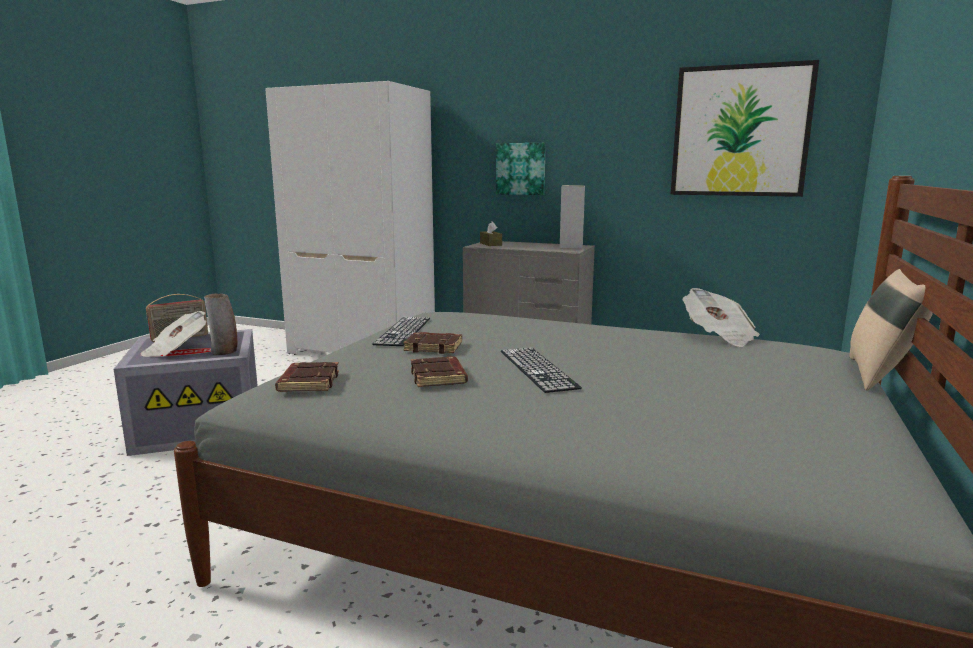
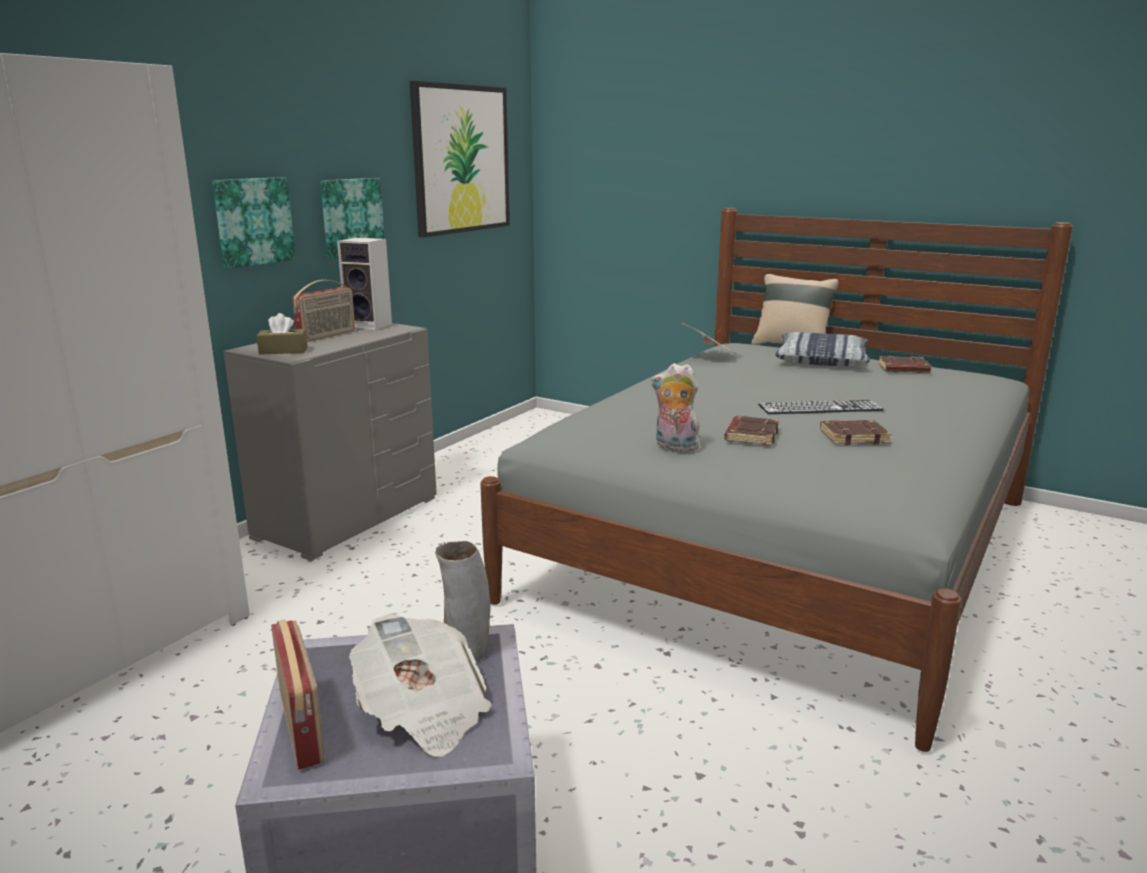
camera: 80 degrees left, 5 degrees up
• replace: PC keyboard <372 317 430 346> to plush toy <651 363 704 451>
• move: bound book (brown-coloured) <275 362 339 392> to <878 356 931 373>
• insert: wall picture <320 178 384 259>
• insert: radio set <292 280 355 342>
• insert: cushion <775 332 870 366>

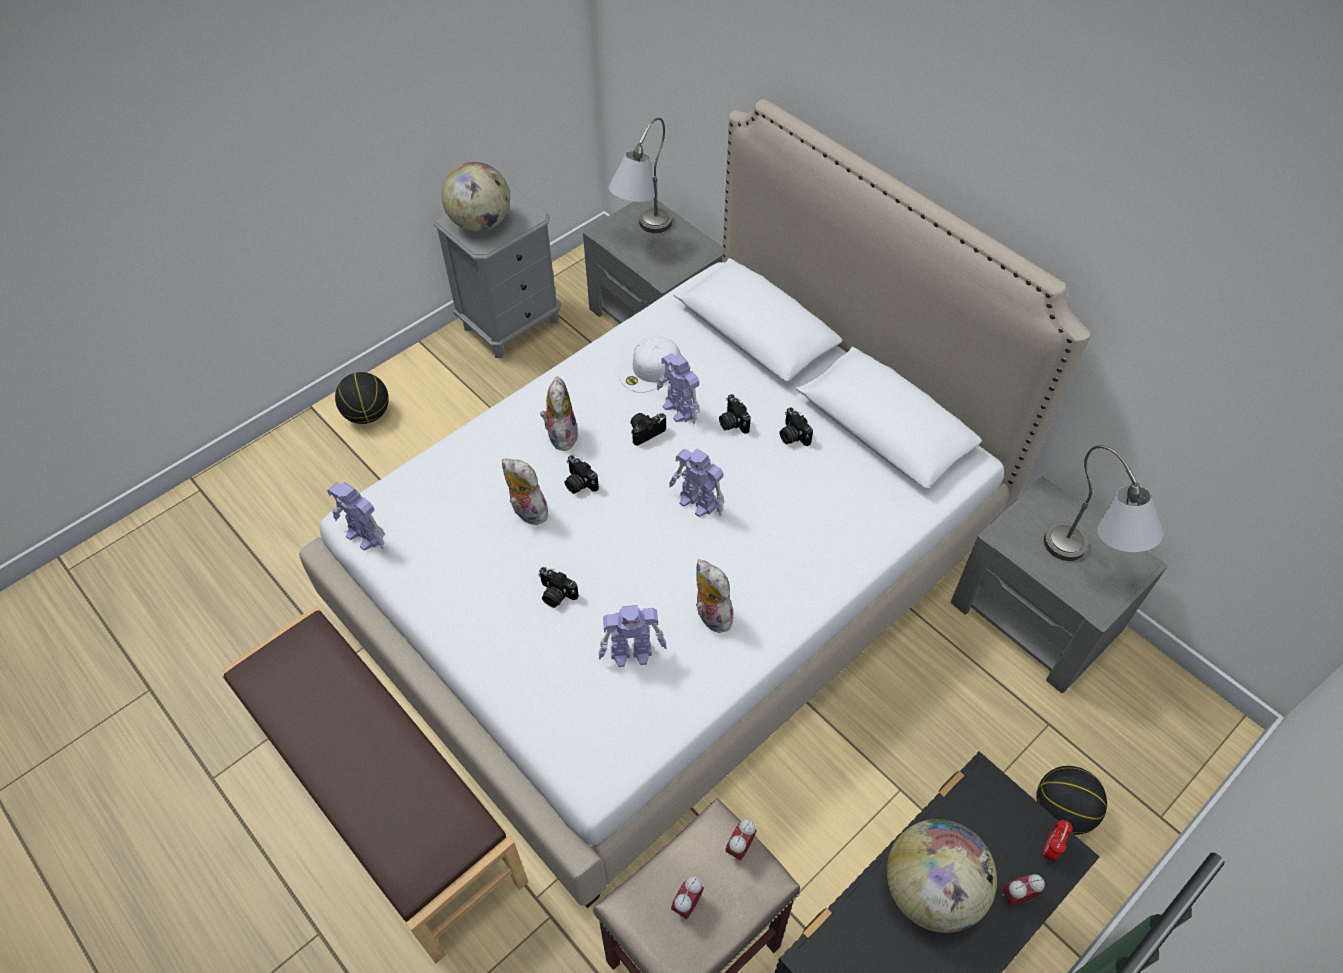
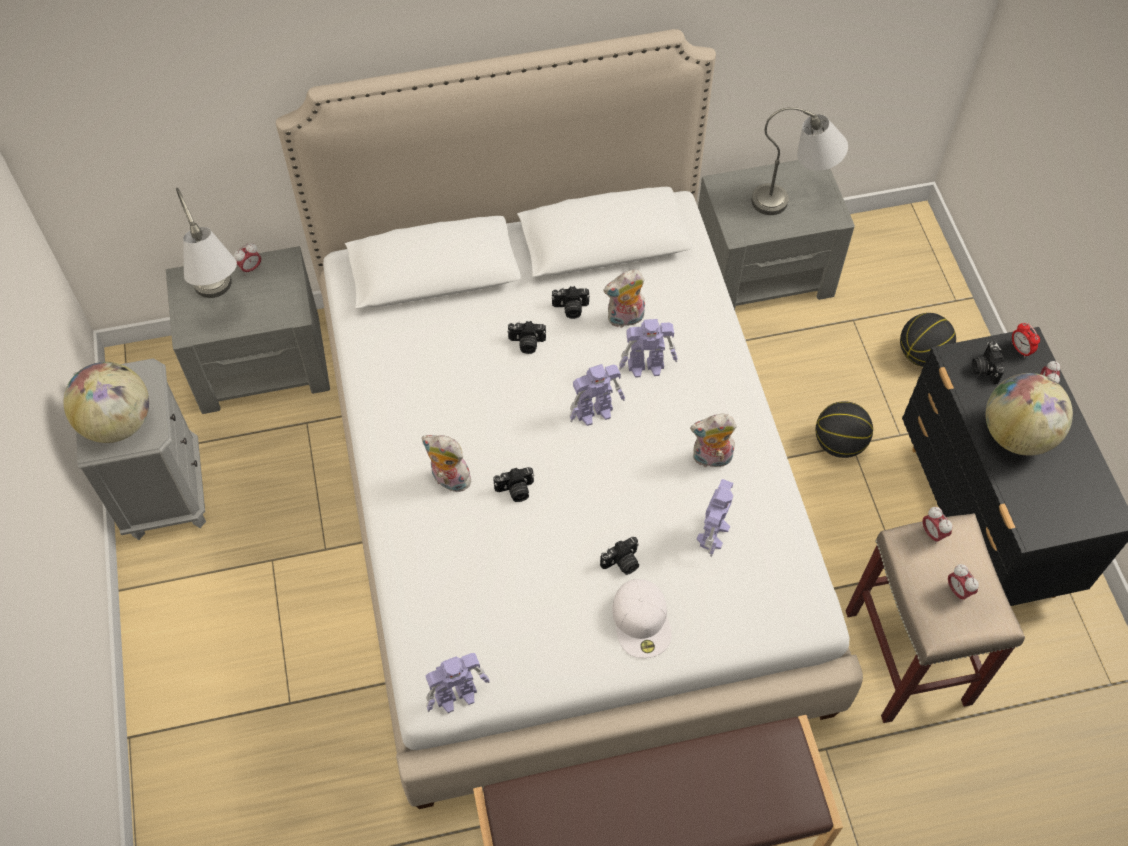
camera: 60 degrees left, 5 degrees up
• move: cap (white-coloured) <618 336 681 393> to <612 579 672 658>
• move: robot figure <657 354 700 424> to <619 319 677 378>
• move: basketball <335 372 389 424> to <815 401 873 458>
• move: photo camera <631 413 666 445> to <972 341 1005 384>
• move: plush toy <502 459 548 525> to <603 270 645 328>
• insert: alarm clock <234 243 261 276>

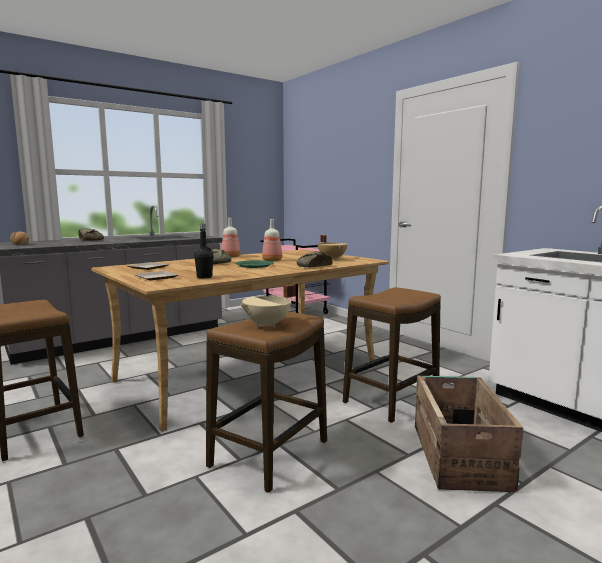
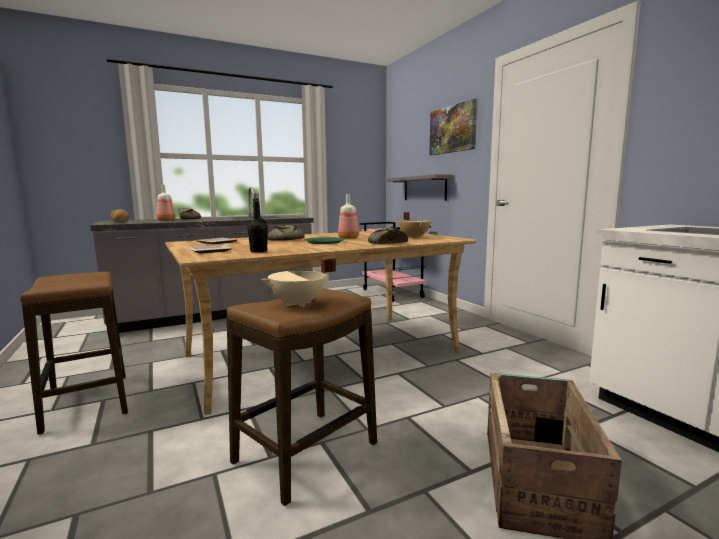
camera: 10 degrees right, 0 degrees up
• move: beverage bottle <221 218 241 257> to <156 185 175 221>
• delete: stool seat <343 287 441 423>
• insert: wall picture <429 99 477 155>
• insert: wall shelf (grey) <386 174 453 201>

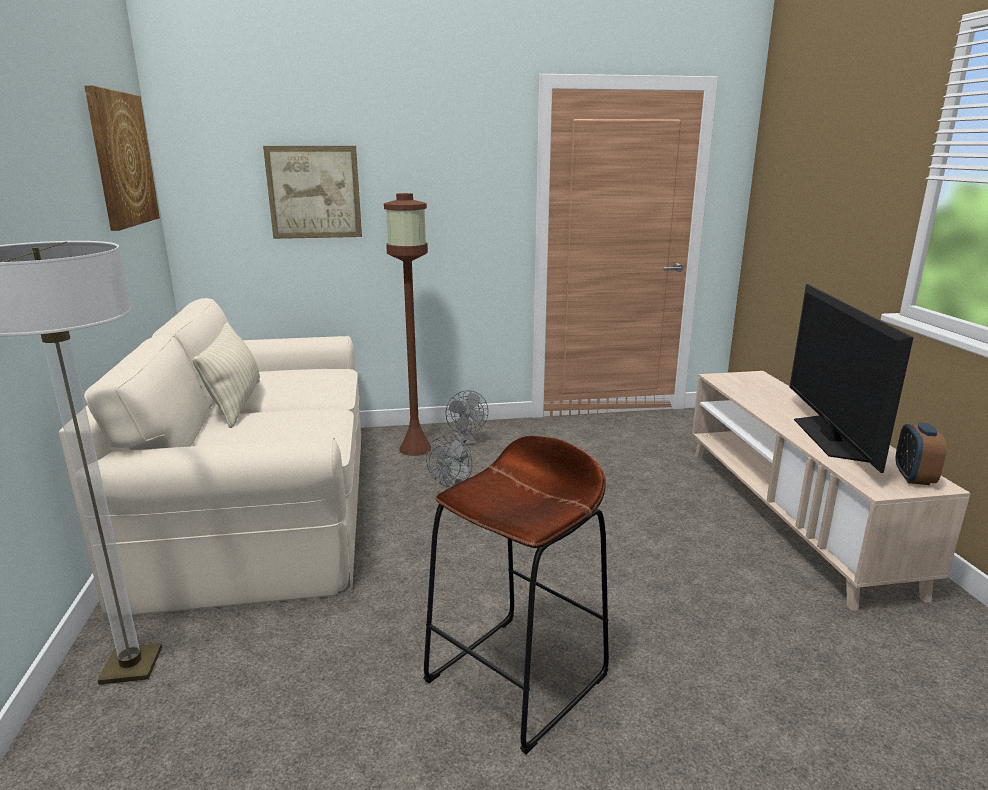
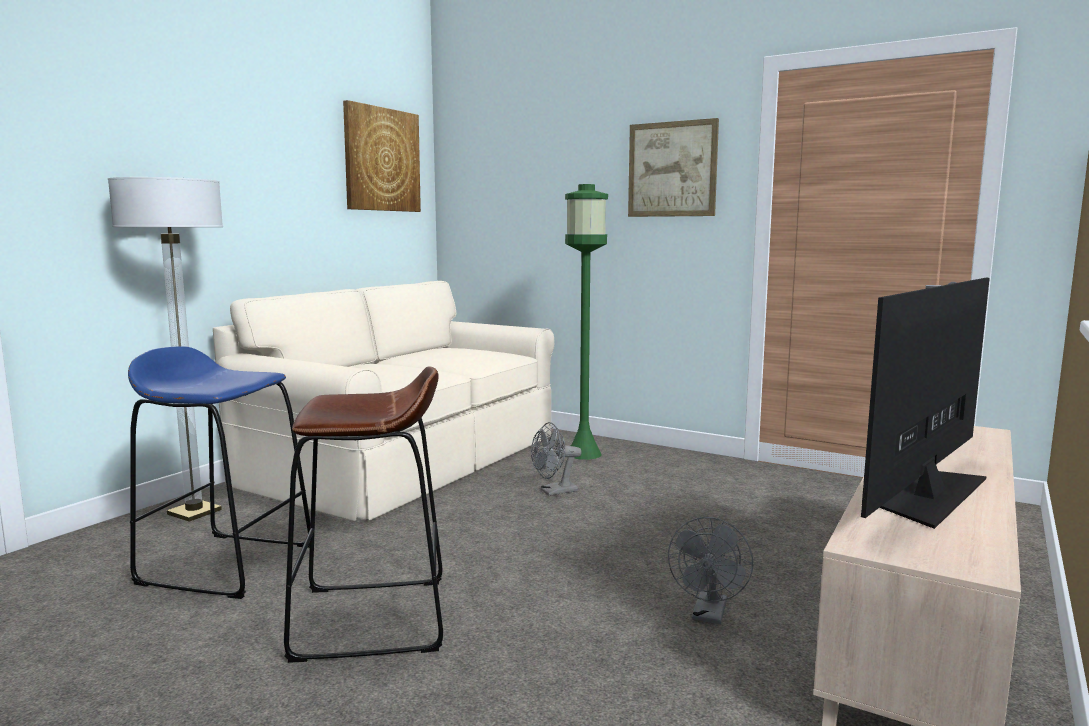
camera: 40 degrees right, 10 degrees down
• move: wall picture <263 146 362 239> to <628 118 719 217>
• recolor: standing lamp (brown-coloured) <384 193 432 456> to standing lamp (green-coloured) <565 184 608 460>
• delete: cushion (sand-coloured) <192 322 260 428>
• move: cooling fan (grey) <446 390 488 446> to <668 517 753 624>
• delete: alarm clock <896 423 947 485>
• insert: stool seat (blue) <128 346 310 599>

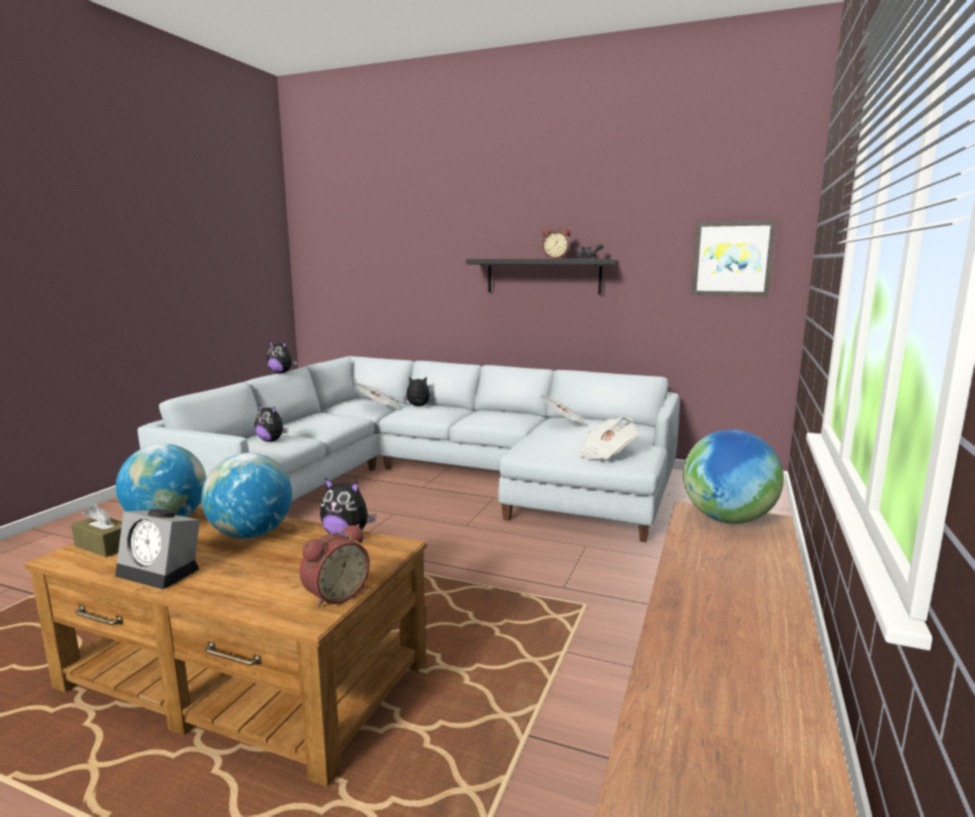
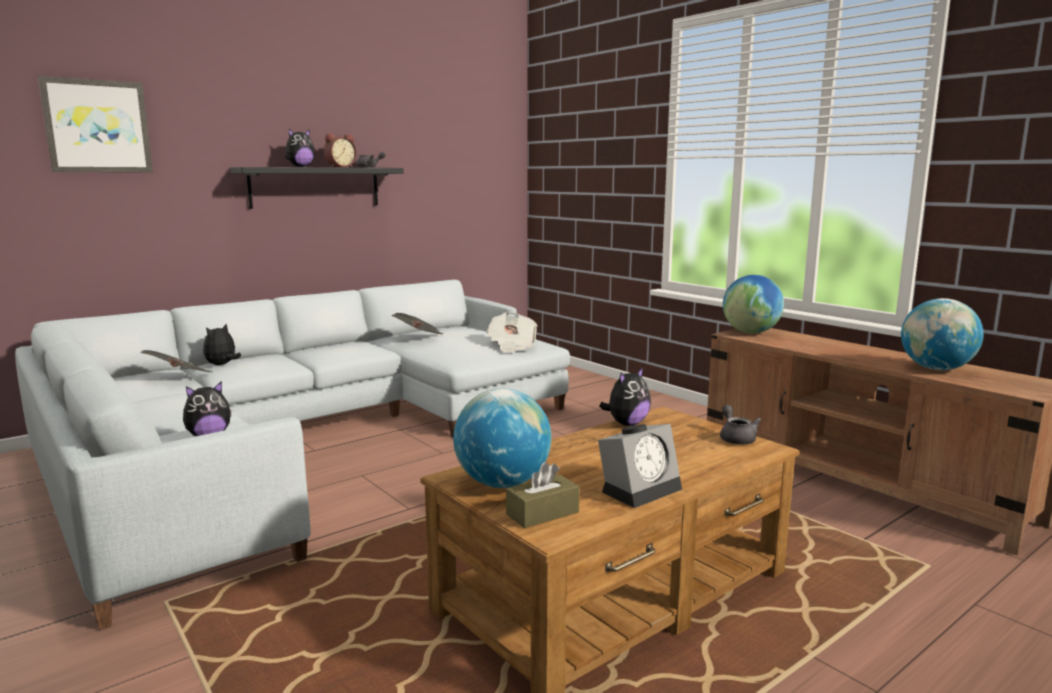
camera: 60 degrees left, 0 degrees up
• move: wall picture <692 220 776 296> to <38 76 153 172>
• move: plush toy <267 341 297 373> to <285 129 315 167>
• move: desk globe <201 453 292 539> to <901 298 984 370>
• replace: alarm clock <300 524 370 608> to tea pot (grey) <720 405 761 445>

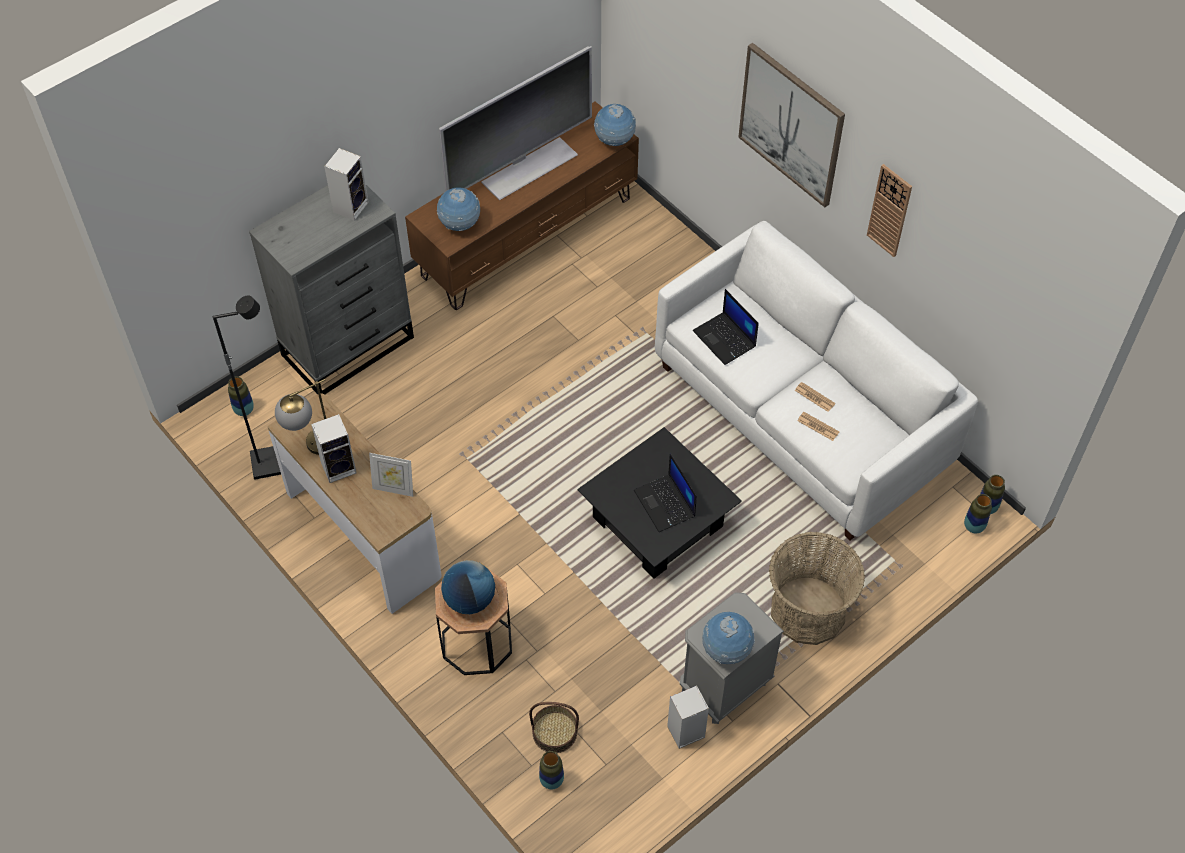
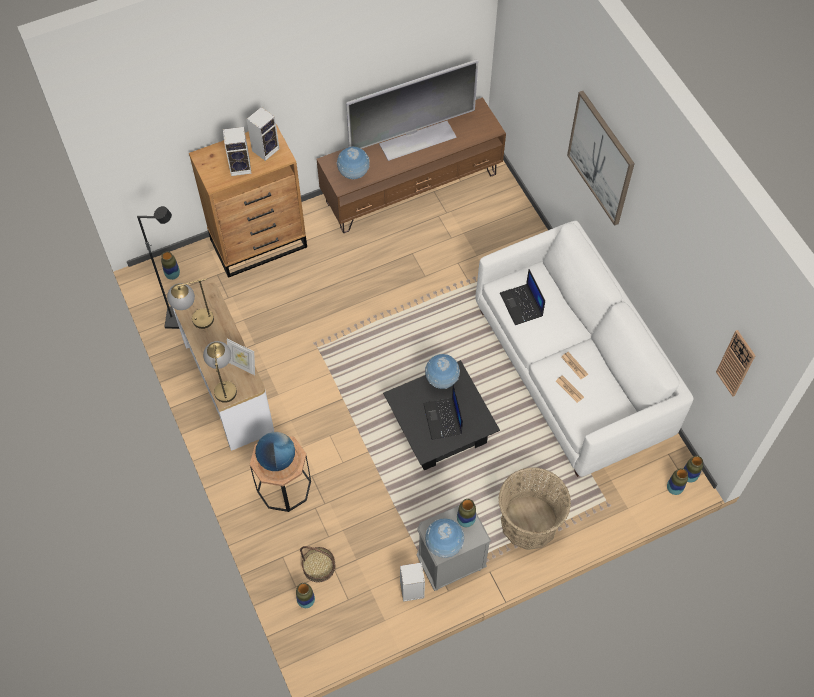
camera: 15 degrees right, 5 degrees up
• move: desk globe <594 104 636 146> to <425 354 460 389>
• move: wall clock <867 164 912 257> to <716 330 756 397>
• recolor: chest of drawers (grey) <249 185 414 394> to chest of drawers (brown-coloured) <189 124 307 278>
• move: speaker <311 414 357 483> to <223 127 252 176>
• insert: tabletop lamp <203 341 237 403>
• insert: decorative vase <457 499 476 527>

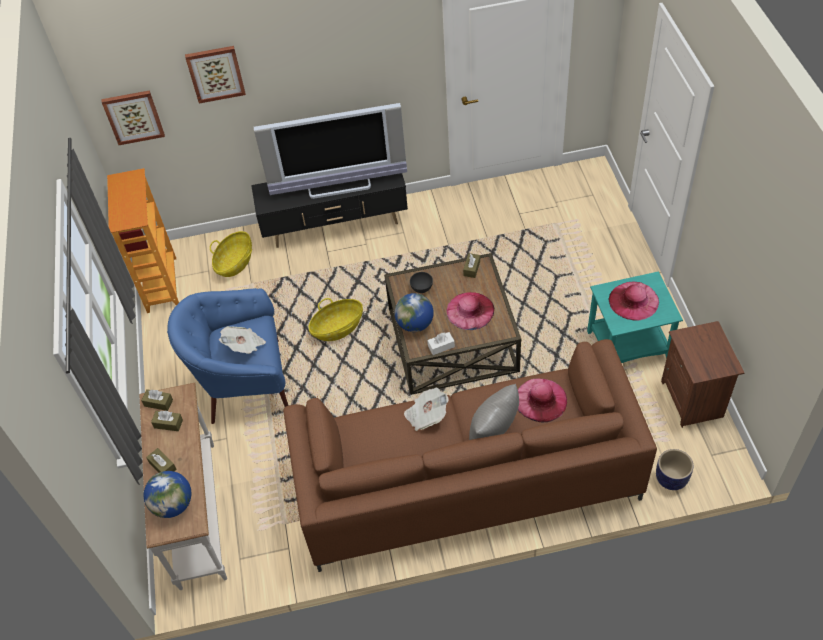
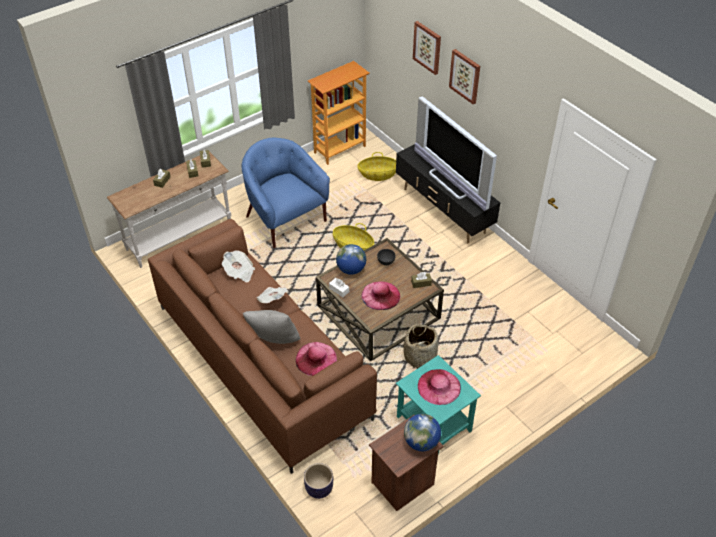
camera: 60 degrees right, 5 degrees down
• move: wall picture <102 90 165 145> to <449 49 480 104>
• move: daily paper <219 326 266 354> to <222 250 255 282>
• move: desk globe <144 471 191 518> to <404 414 441 451>
• insert: household basket <403 324 438 369>

